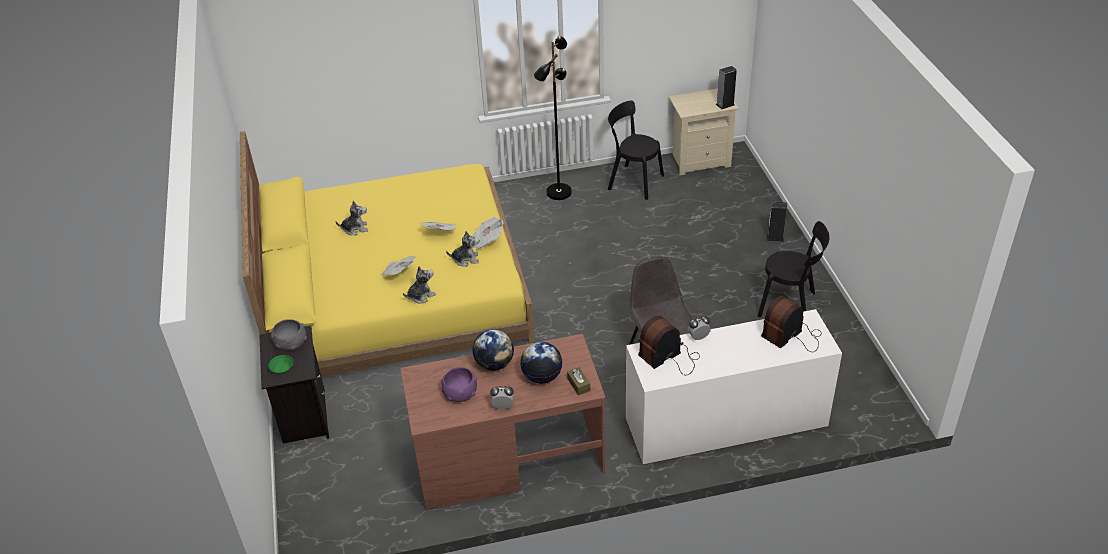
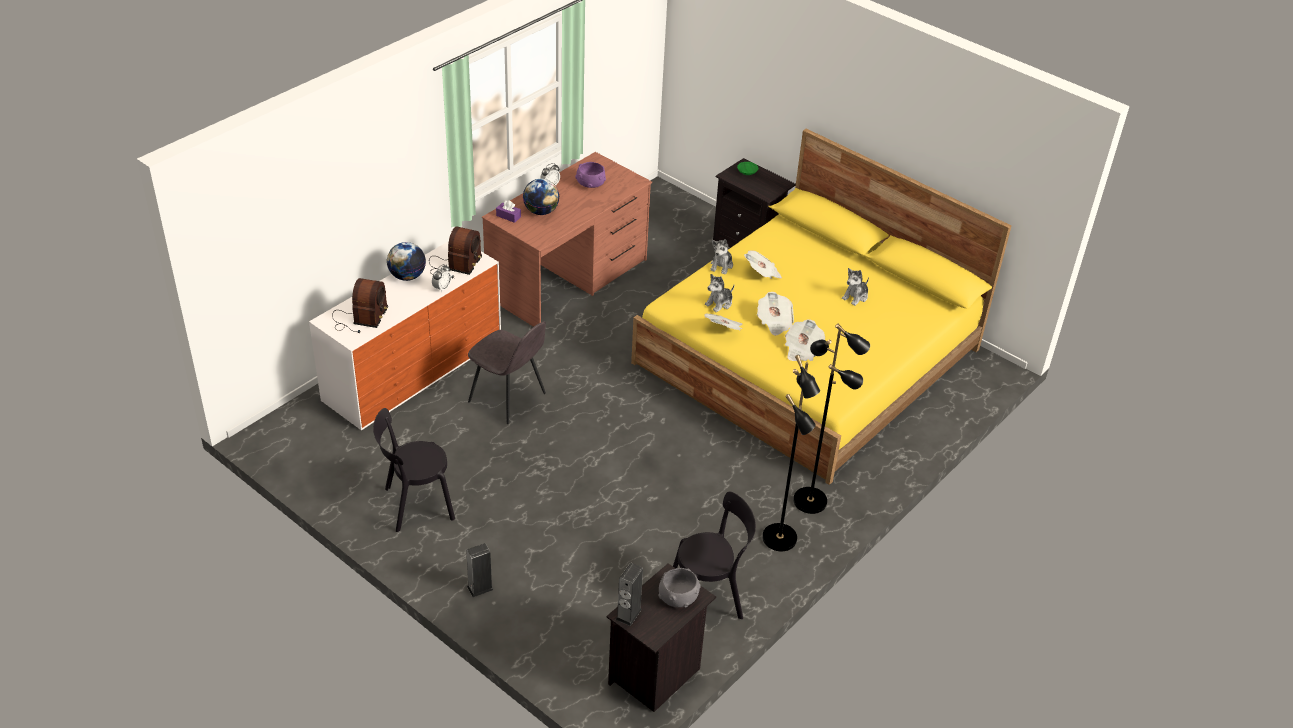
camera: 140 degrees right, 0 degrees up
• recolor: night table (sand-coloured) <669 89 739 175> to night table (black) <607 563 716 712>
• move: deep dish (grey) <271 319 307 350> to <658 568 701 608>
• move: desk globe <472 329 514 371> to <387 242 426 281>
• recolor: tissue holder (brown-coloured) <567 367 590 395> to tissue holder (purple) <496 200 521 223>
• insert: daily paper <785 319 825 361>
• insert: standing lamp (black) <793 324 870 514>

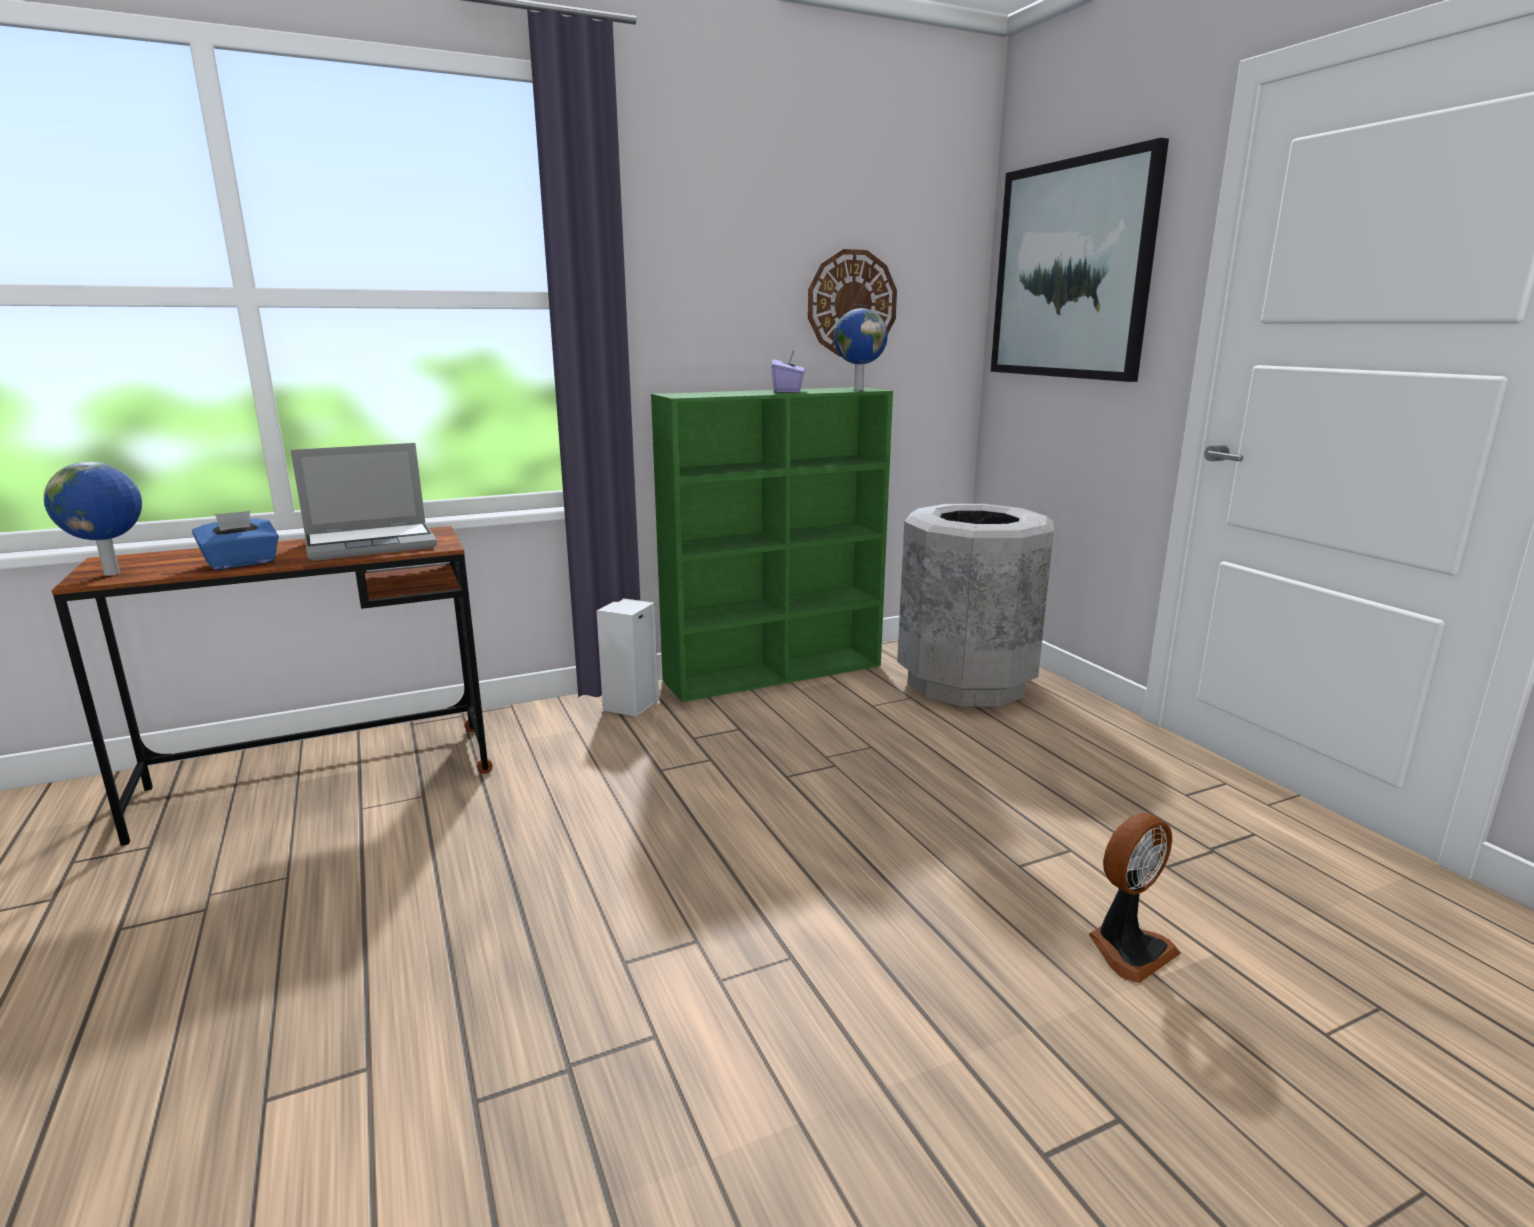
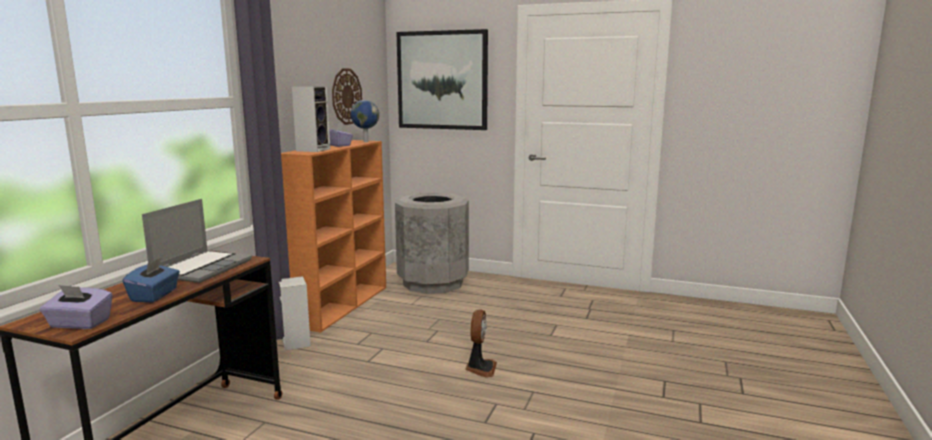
camera: 45 degrees left, 5 degrees down
• recolor: shelving unit (green-coloured) <651 387 893 702> to shelving unit (orange-coloured) <281 140 386 333>
• replace: desk globe <44 462 142 576> to tissue holder (purple) <40 285 112 329>
• move: cooling fan <1089 813 1181 983> to <465 309 497 378>
• insert: speaker <292 86 330 152>

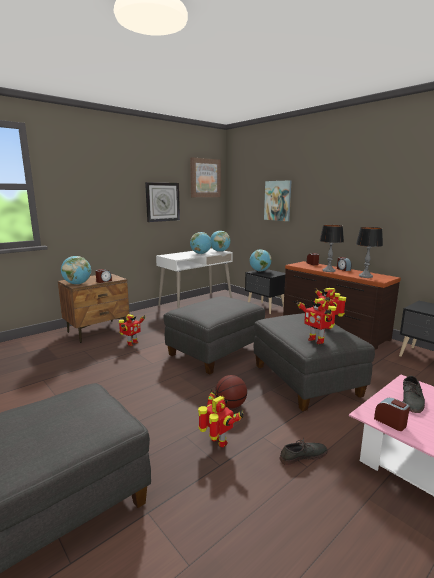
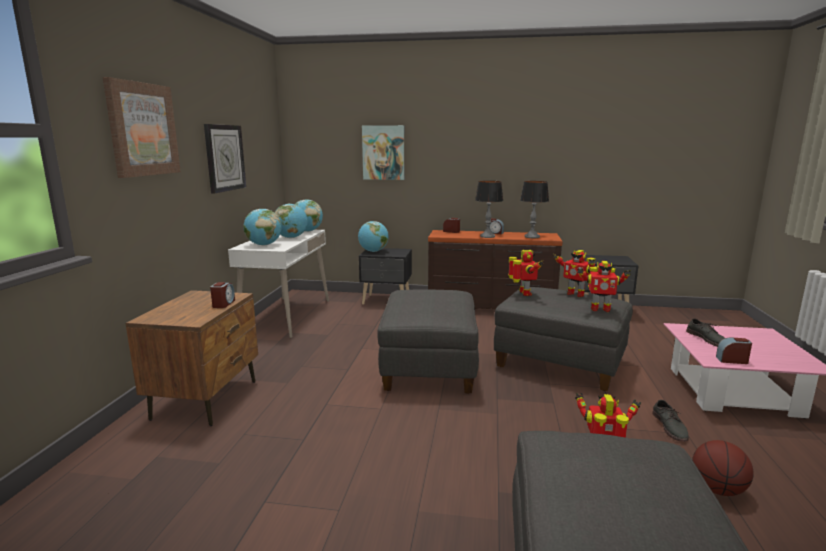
camera: 40 degrees left, 0 degrees up
• move: wall picture <190 157 221 197> to <103 77 181 178>
• move: desk globe <61 256 91 285> to <244 209 282 246>
• move: robot figure <119 314 145 346> to <508 250 544 296>
• move: basketball <215 375 247 408> to <692 440 754 496>
• rotate: low shoe (grey) <279 438 328 465> = <652 400 689 442> 150 degrees clockwise

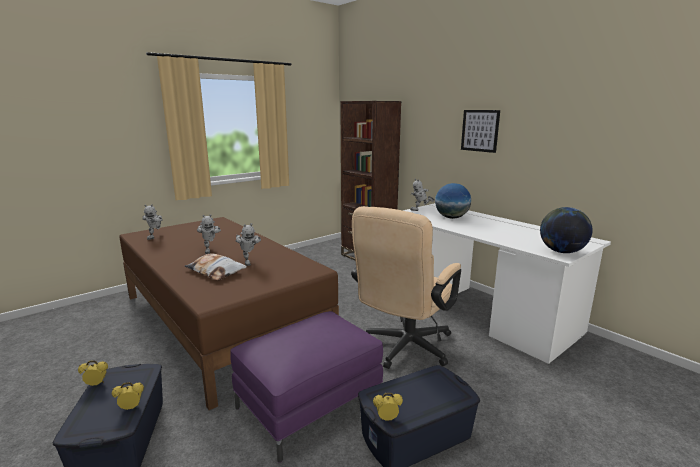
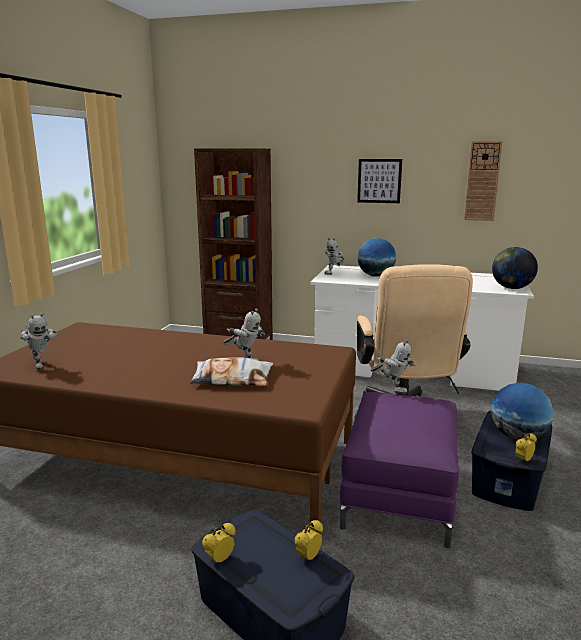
camera: 35 degrees left, 0 degrees up
• move: robot figure <197 214 221 254> to <370 339 415 394>
• insert: wall clock <464 141 503 221>
• insert: desk globe <491 383 553 440>

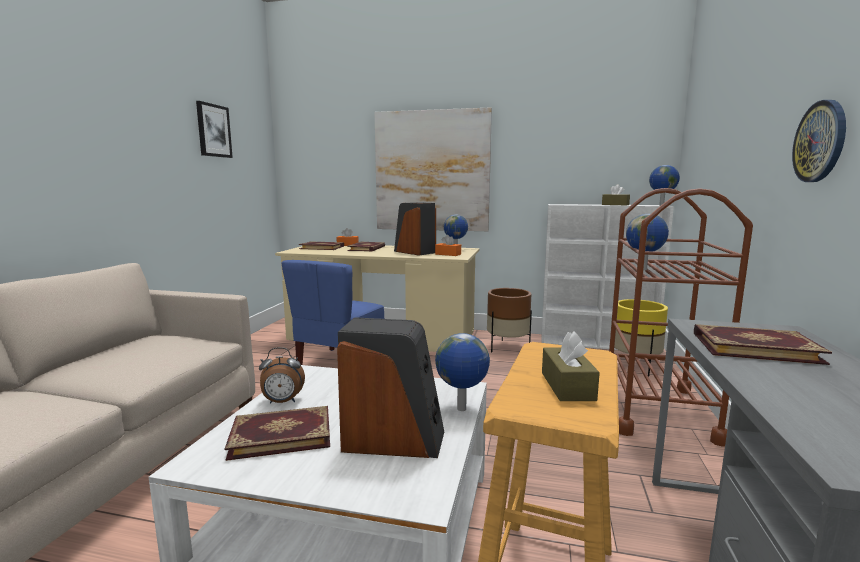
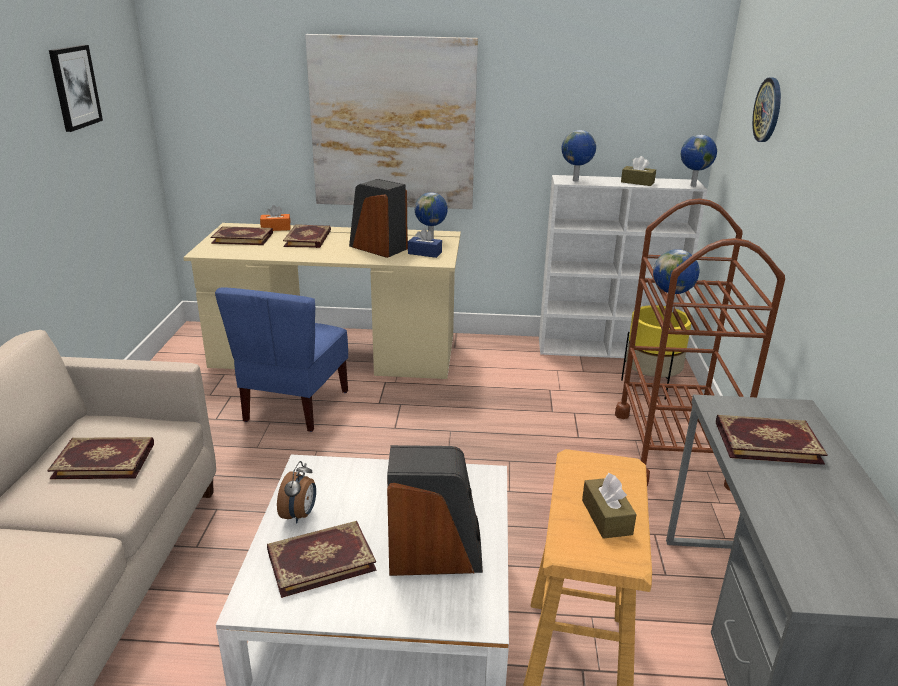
camera: 10 degrees left, 15 degrees up
• move: wall clock <792 100 846 182> to <752 77 781 142>
• recolor: tissue holder (orange-coloured) <435 235 461 256> to tissue holder (blue) <408 228 442 258>
• delete: plant pot (brown-coloured) <487 288 532 353>
• move: desk globe <435 333 490 411> to <562 130 596 182>
• rotate: alarm clock <259 347 305 404> = <277 461 316 524> 60 degrees counterclockwise
• insert: bound book <47 437 154 479>

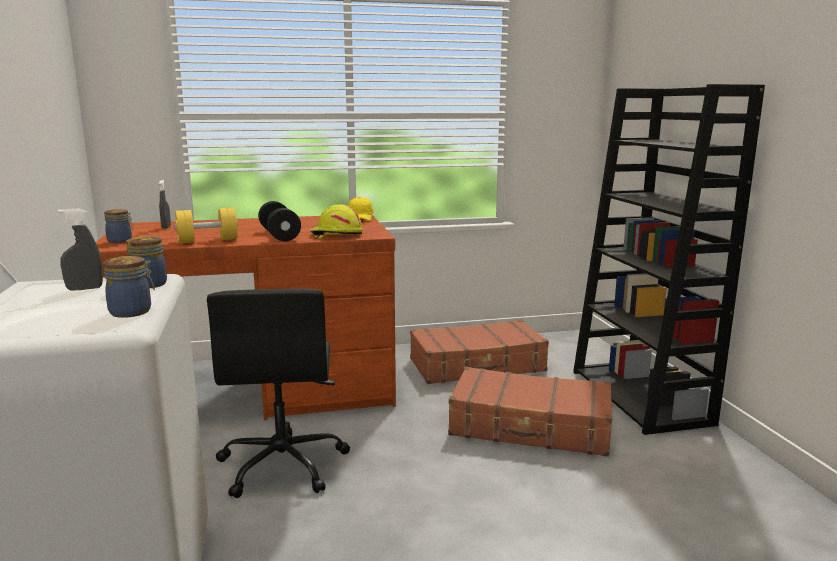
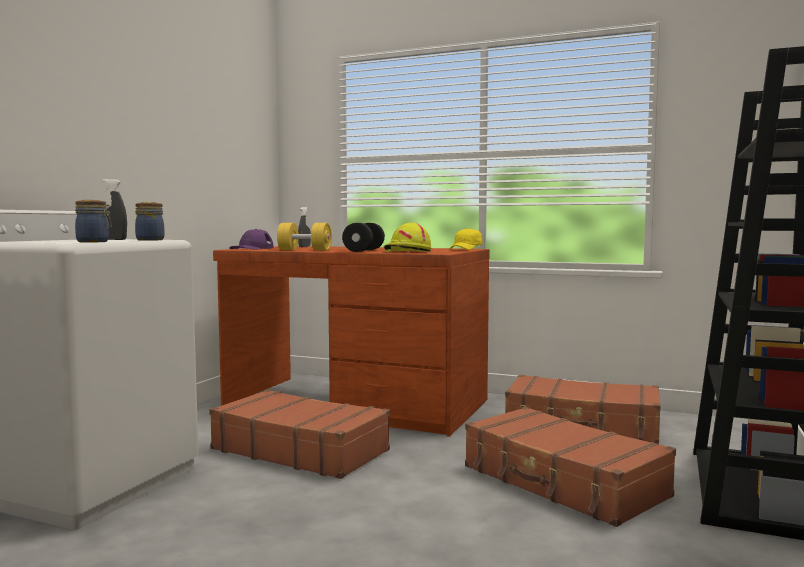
camera: 35 degrees right, 10 degrees down
• replace: jar <104 209 134 244> to cap (purple) <229 229 274 249>
• replace: desk chair (black) <207 289 350 498> to piece of luggage (brown-coloured) <209 390 390 479>

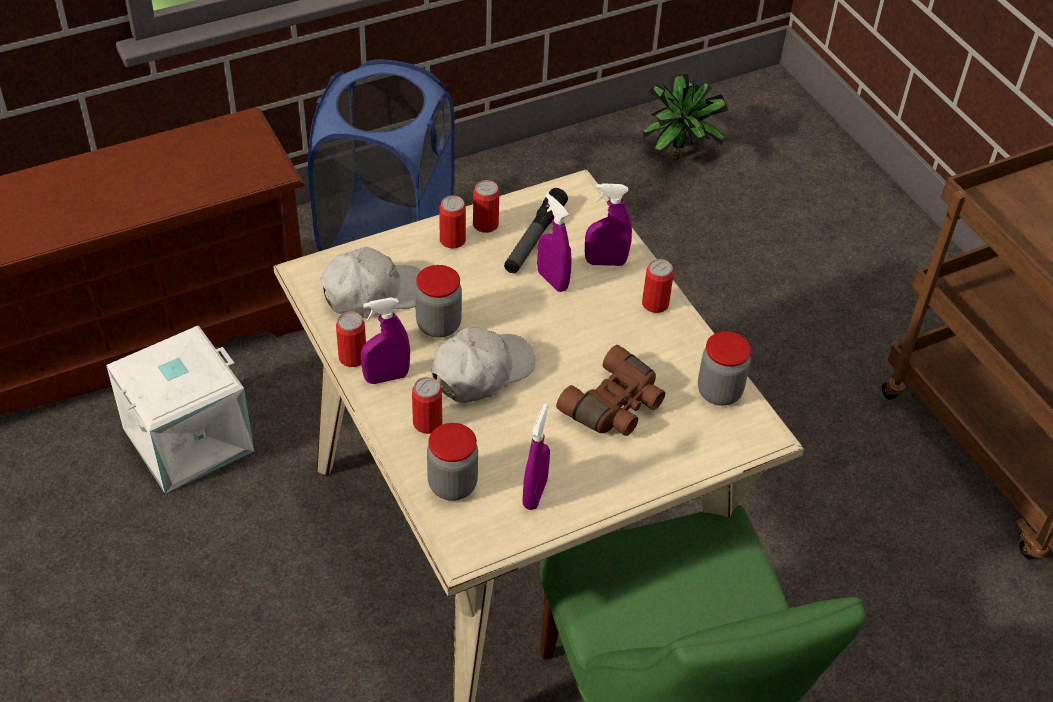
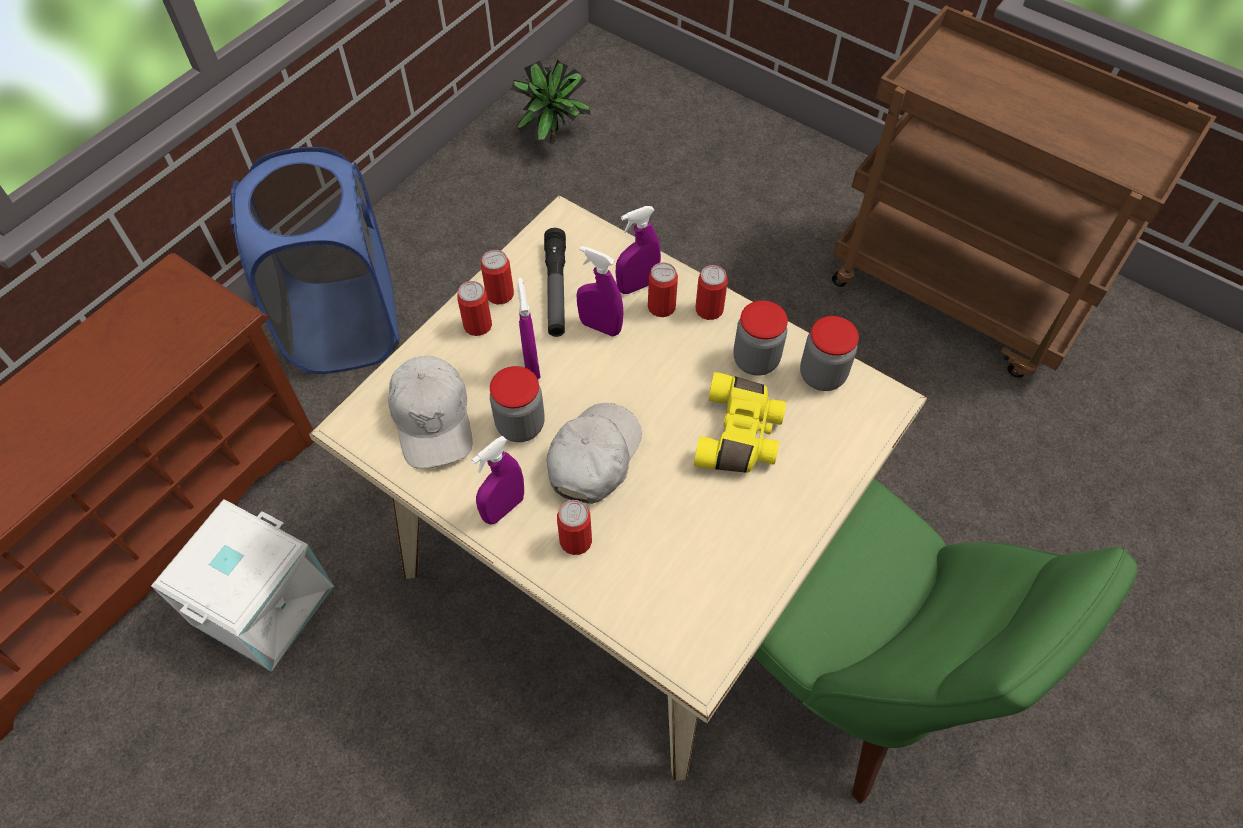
camera: 25 degrees left, 10 degrees up
• rotate: cap (white-coloured) <321 247 421 315> = <388 356 472 469> 120 degrees clockwise
• move: can <336 312 366 367> to <648 262 678 317>
• recolor: field glasses (brown-coloured) <556 345 665 436> to field glasses (yellowish) <694 372 786 473>
• move: sprayer (purple) <522 404 550 510> to <517 278 540 379>
• move: jar <427 423 478 501> to <733 301 788 376>

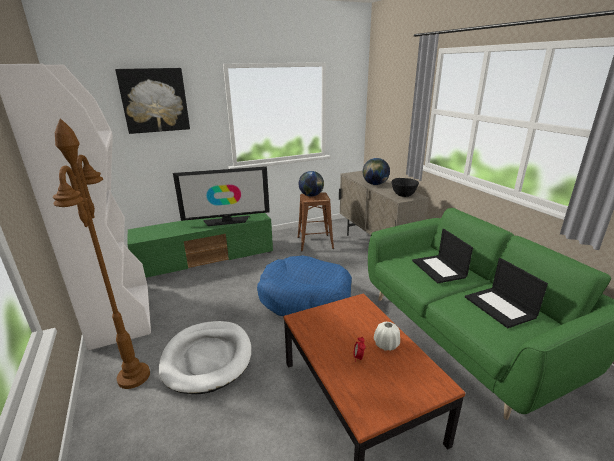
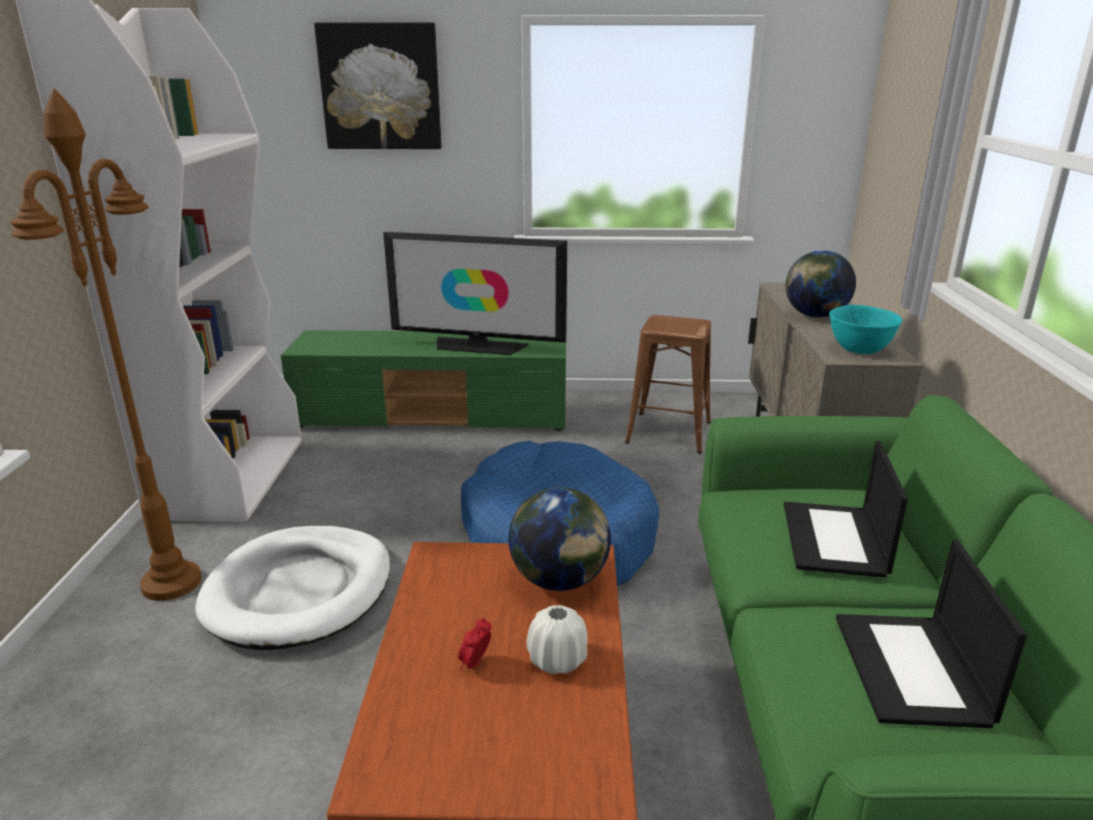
camera: 25 degrees right, 0 degrees up
• move: desk globe <299 171 324 197> to <508 487 611 591>
• recolor: deep dish (black) <391 178 419 197> to deep dish (turquoise-coloured) <829 305 902 354>

